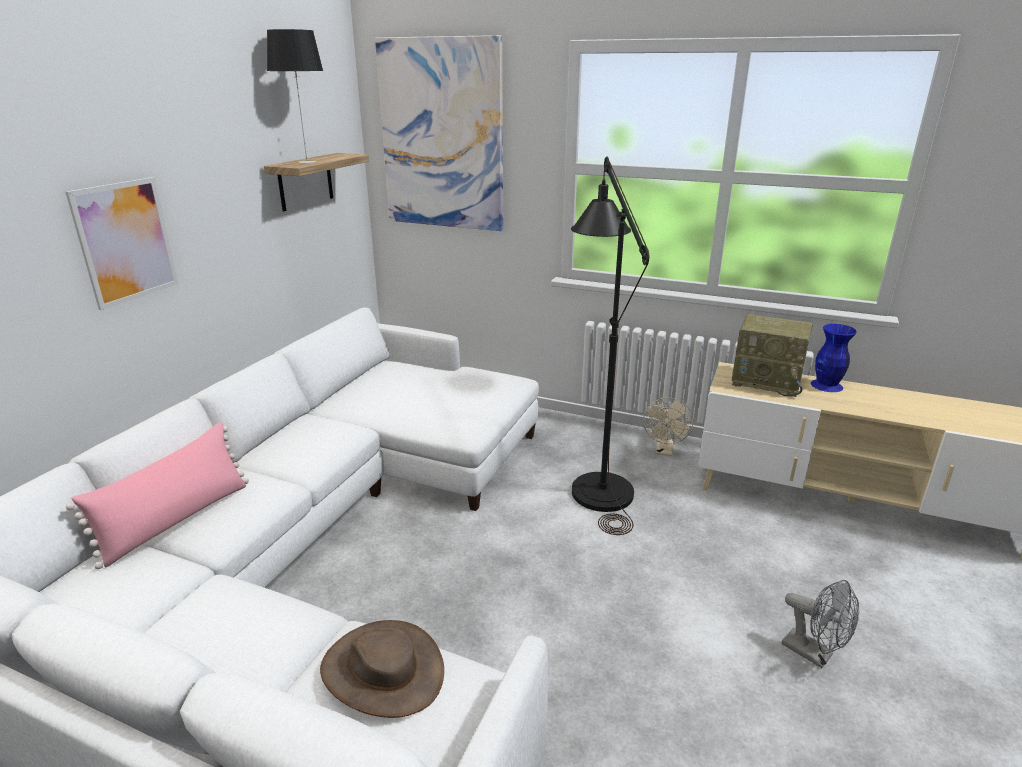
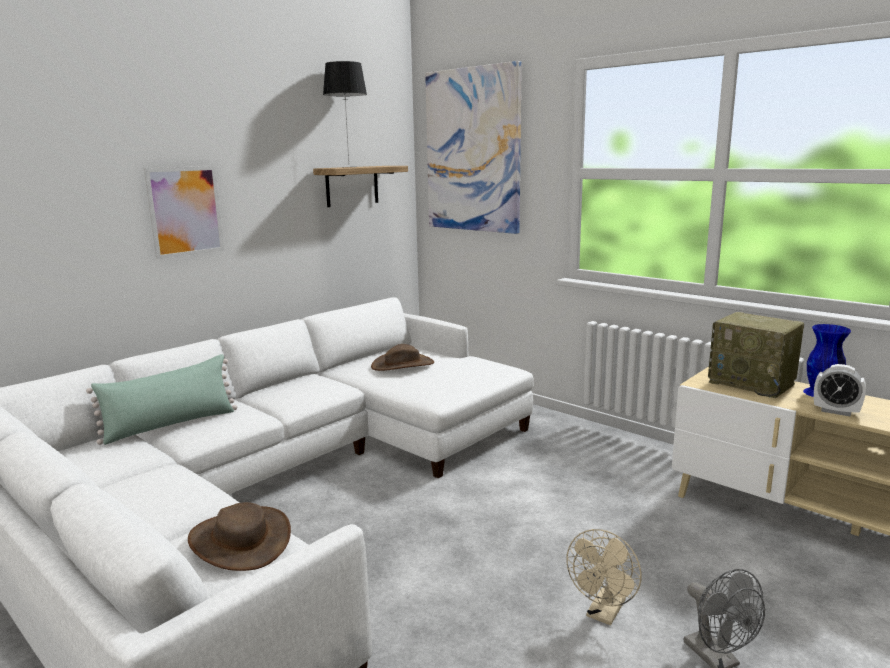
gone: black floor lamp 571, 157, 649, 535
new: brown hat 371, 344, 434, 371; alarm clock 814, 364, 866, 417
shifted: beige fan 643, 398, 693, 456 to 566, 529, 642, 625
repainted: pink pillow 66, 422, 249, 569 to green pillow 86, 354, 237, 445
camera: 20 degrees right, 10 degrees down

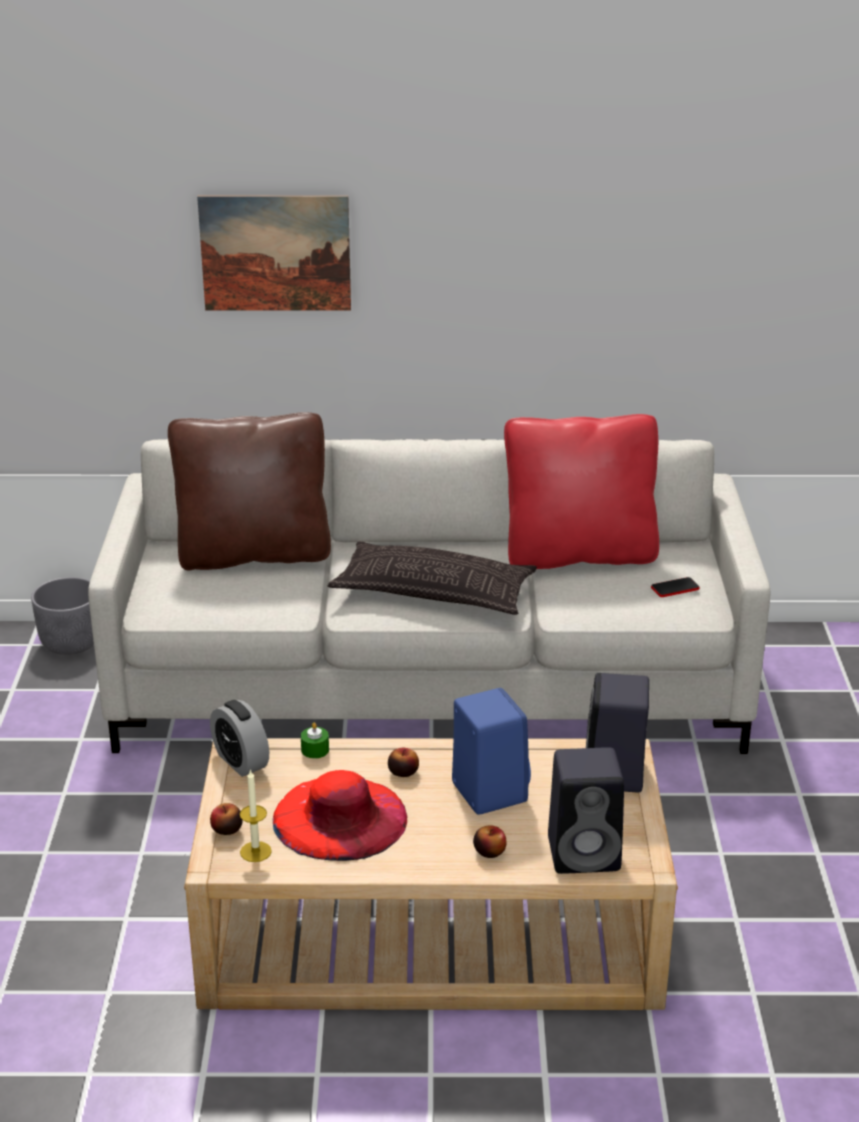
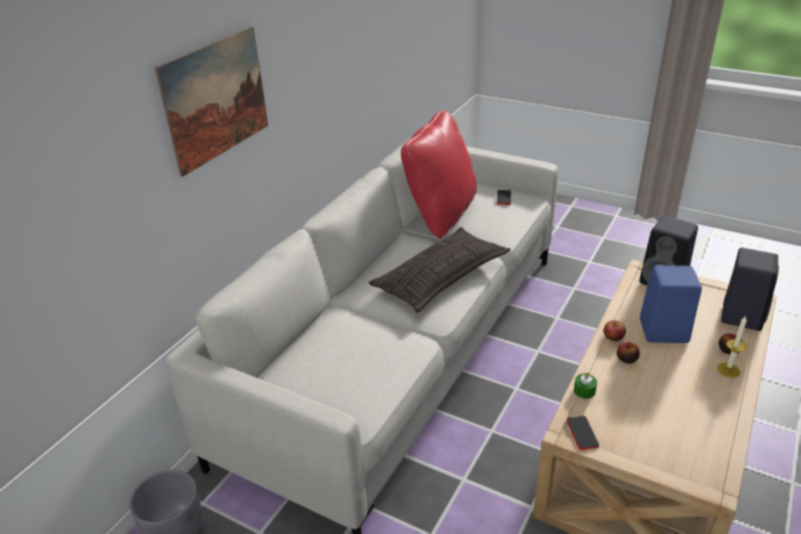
gone: brown pillow 168, 412, 331, 570; red hat 273, 770, 408, 861
shifted: candle 240, 769, 272, 862 to 717, 315, 747, 378; apple 210, 803, 242, 835 to 604, 320, 626, 341
swapped: alarm clock 210, 700, 269, 777 to phone 566, 416, 599, 450
camera: 60 degrees left, 5 degrees up

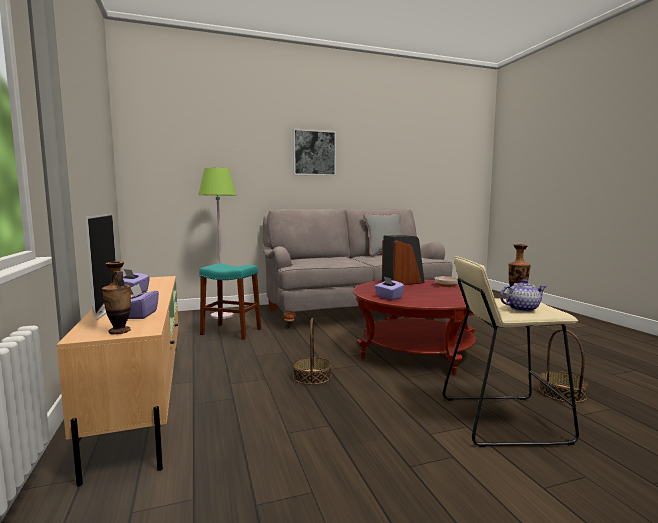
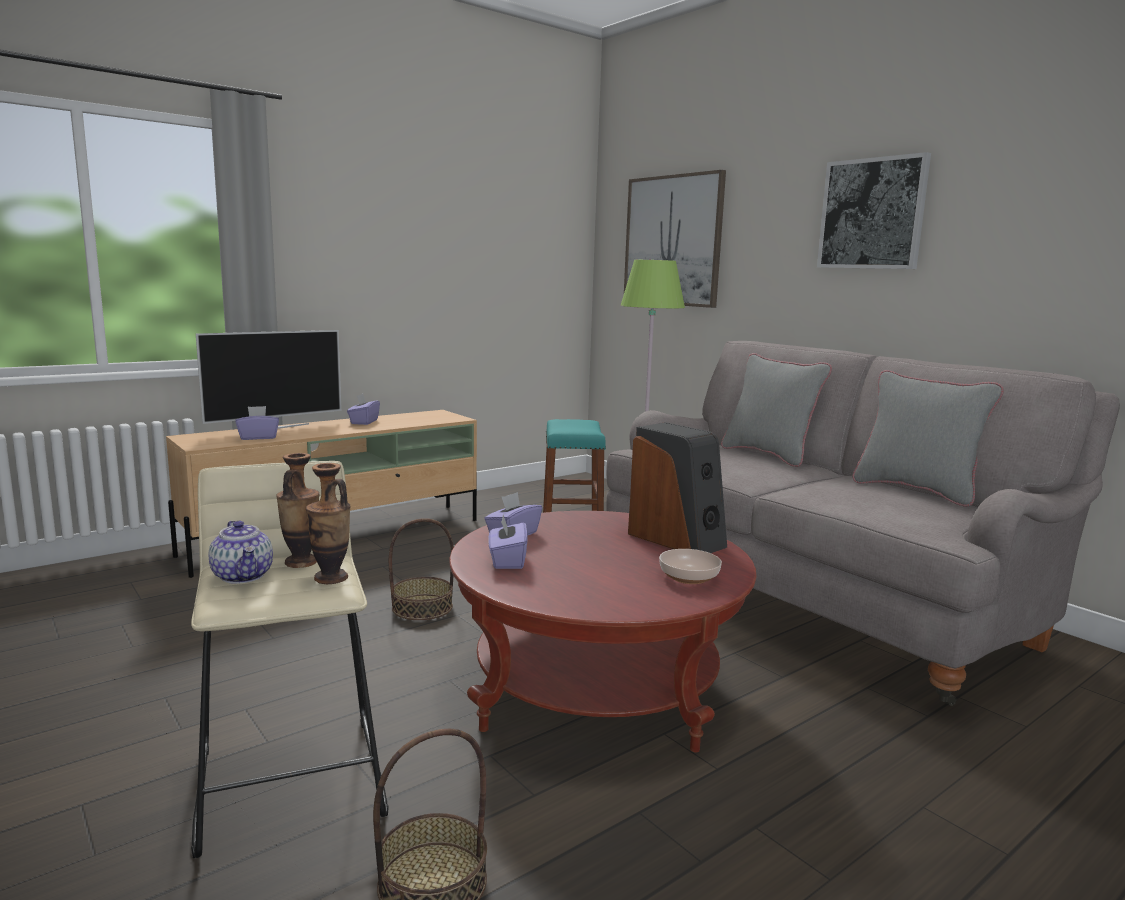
new: picture 624, 170, 726, 308; grey pillow 721, 353, 832, 467; purple tissue box 488, 515, 528, 569
shifted: vase 102, 261, 131, 334 to 276, 453, 319, 568
camera: 70 degrees right, 5 degrees up

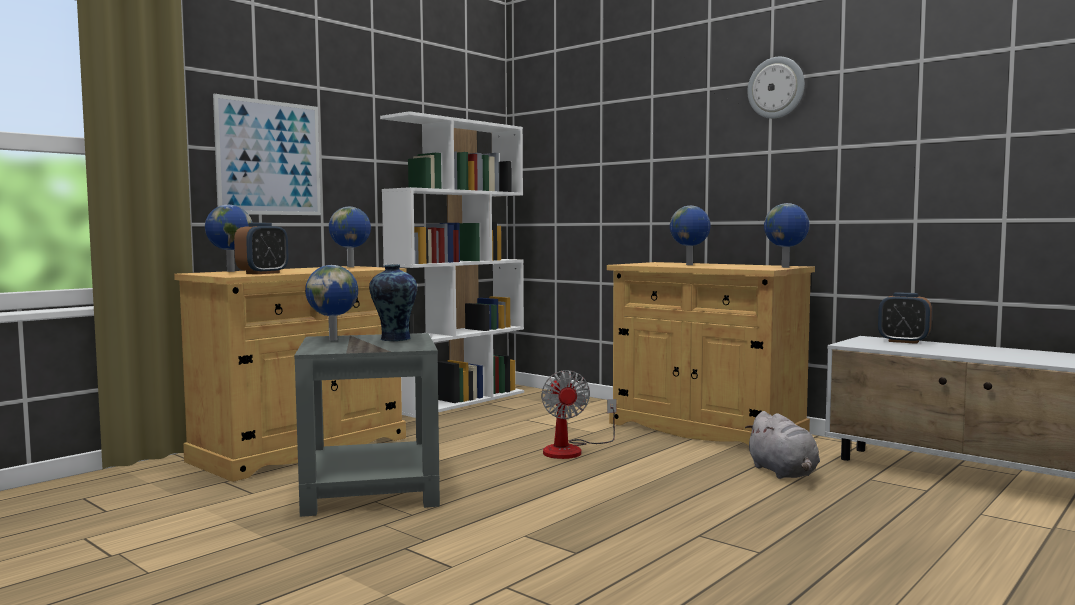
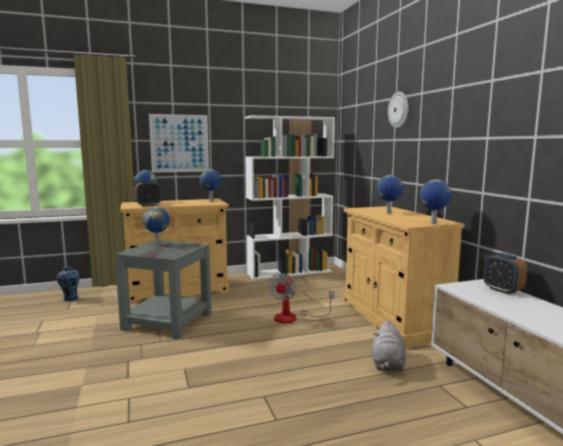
shifted: wall clock 747, 57, 805, 119 to 388, 91, 409, 128; vase 369, 264, 417, 341 to 56, 266, 80, 301
camera: 30 degrees right, 5 degrees up

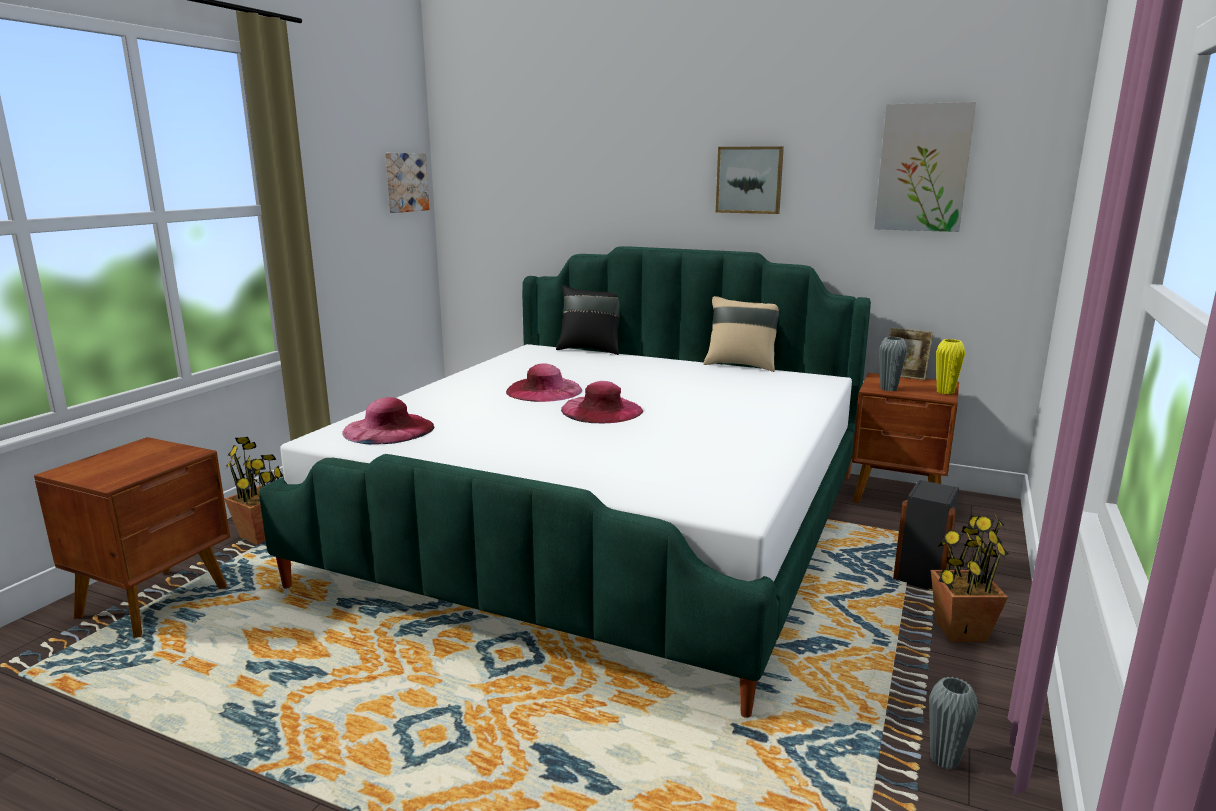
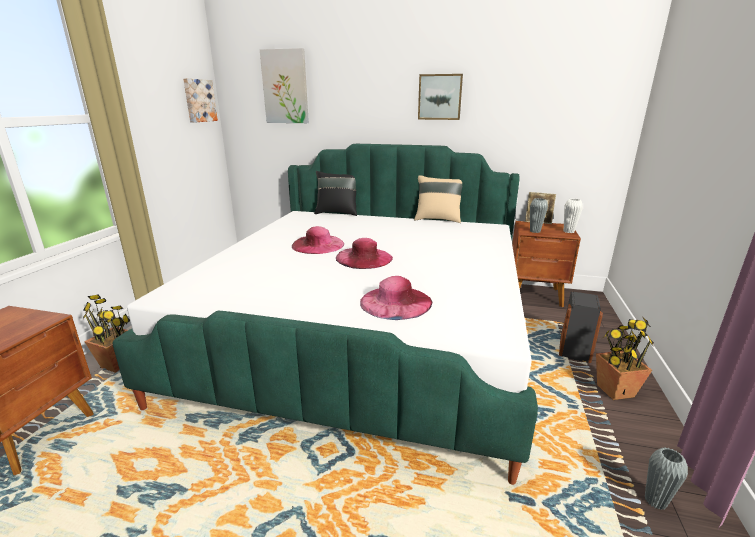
shifted: picture 874, 102, 976, 232 to 260, 48, 309, 123; pink hat 342, 397, 434, 444 to 360, 276, 433, 320
repainted: yellow vase 936, 339, 965, 394 to white vase 564, 198, 583, 233
camera: 10 degrees left, 5 degrees up

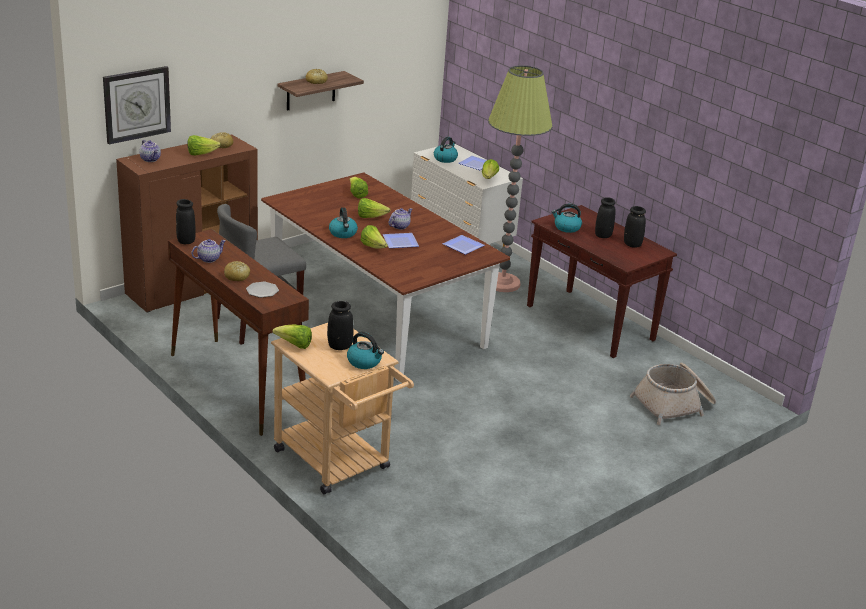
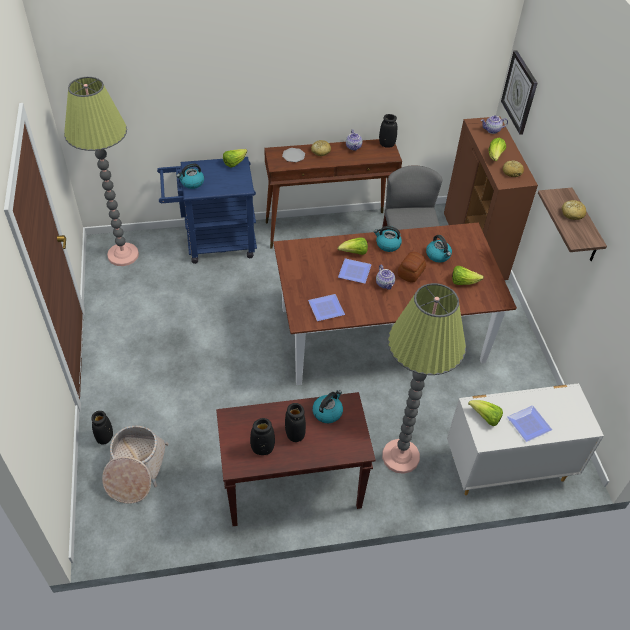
new: floor lamp 64, 77, 139, 266
shifted: kettle 434, 137, 458, 163 to 426, 235, 452, 262; black vase 327, 301, 354, 350 to 92, 411, 113, 444
swapped: lettuce 358, 198, 390, 218 to bread 398, 252, 426, 283
repainted: beige cart 271, 323, 414, 495 to blue cart 157, 157, 257, 264
camera: 120 degrees right, 20 degrees up

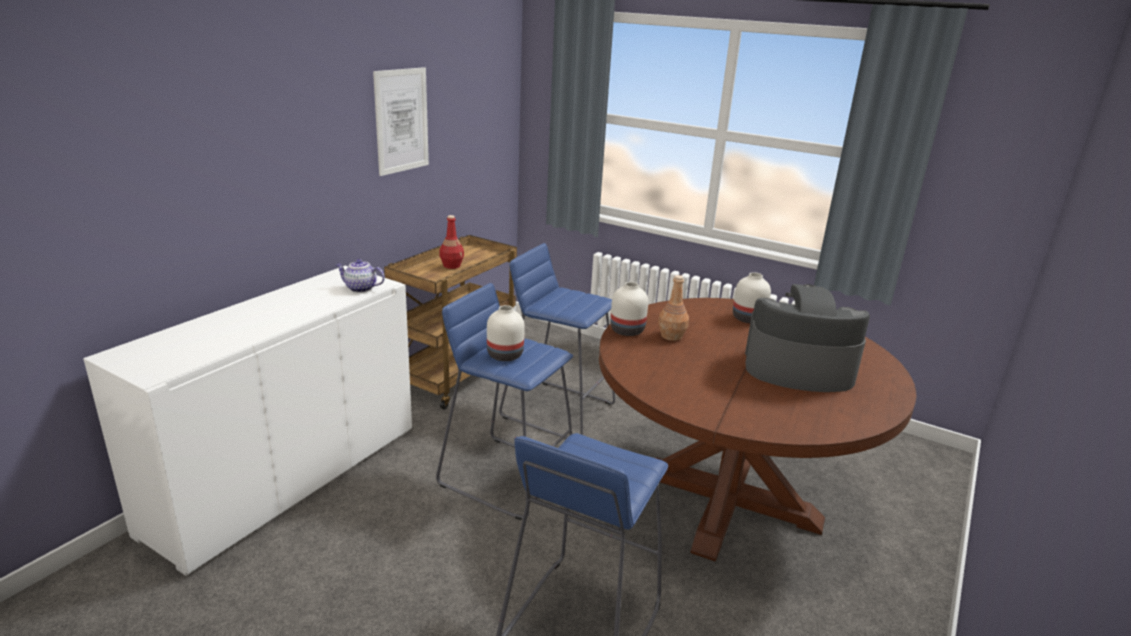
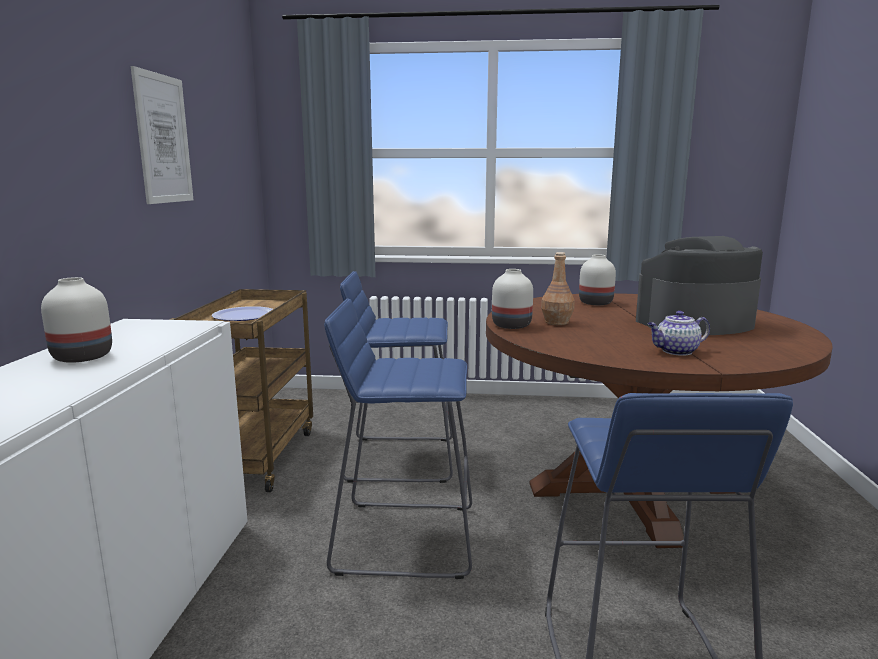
shifted: teapot 335, 259, 385, 293 to 648, 311, 710, 356; white vase 487, 305, 525, 361 to 41, 277, 112, 363
swapped: red bottle 440, 215, 464, 269 to plate 212, 306, 273, 321
camera: 25 degrees left, 10 degrees down

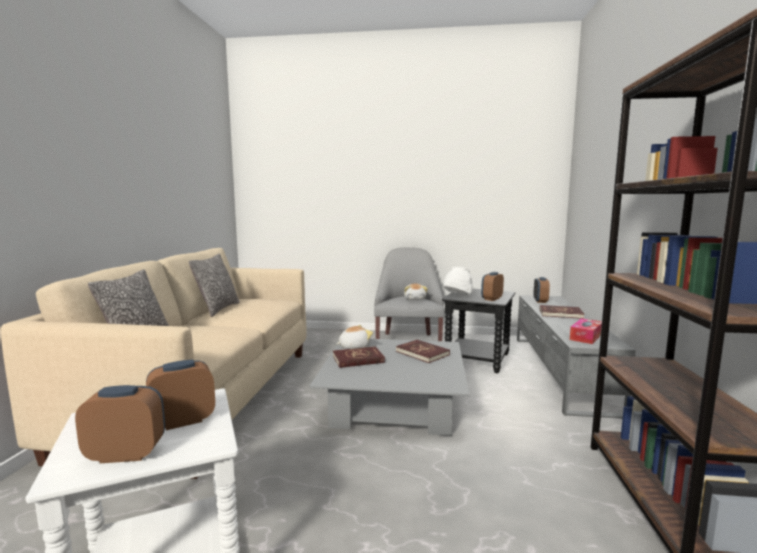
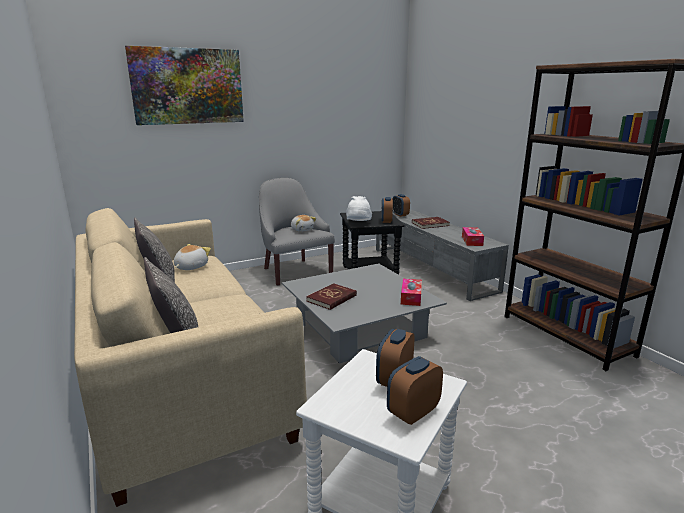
gone: red book 396, 340, 450, 363
new: picture 125, 46, 244, 125; tissue box 401, 279, 422, 306
shifted: plush toy 336, 325, 373, 349 to 174, 244, 211, 270
camera: 35 degrees left, 10 degrees up

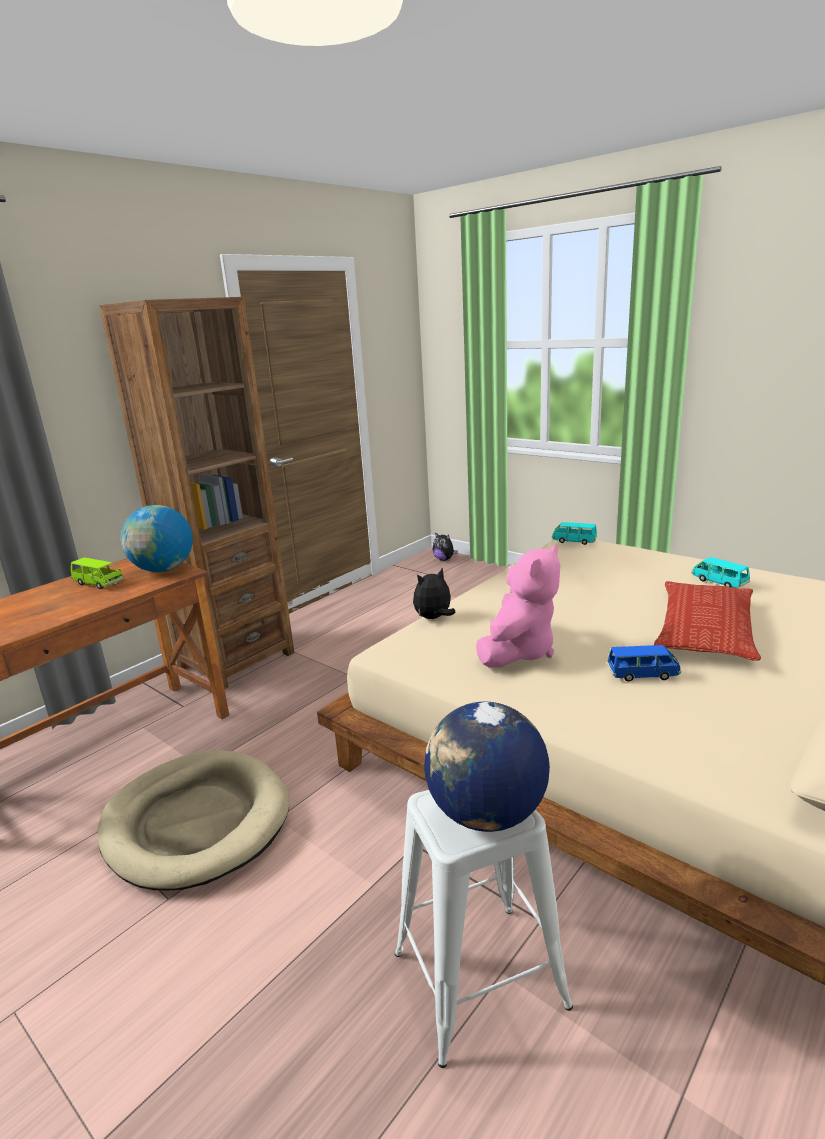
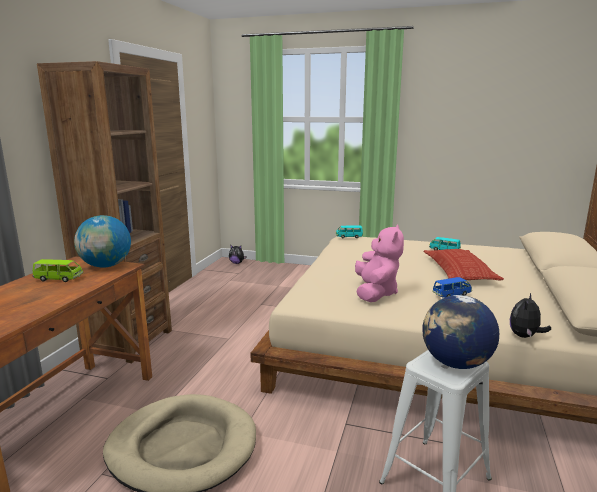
shifted: plush toy 413, 568, 455, 619 to 510, 293, 551, 338
camera: 25 degrees left, 5 degrees down

